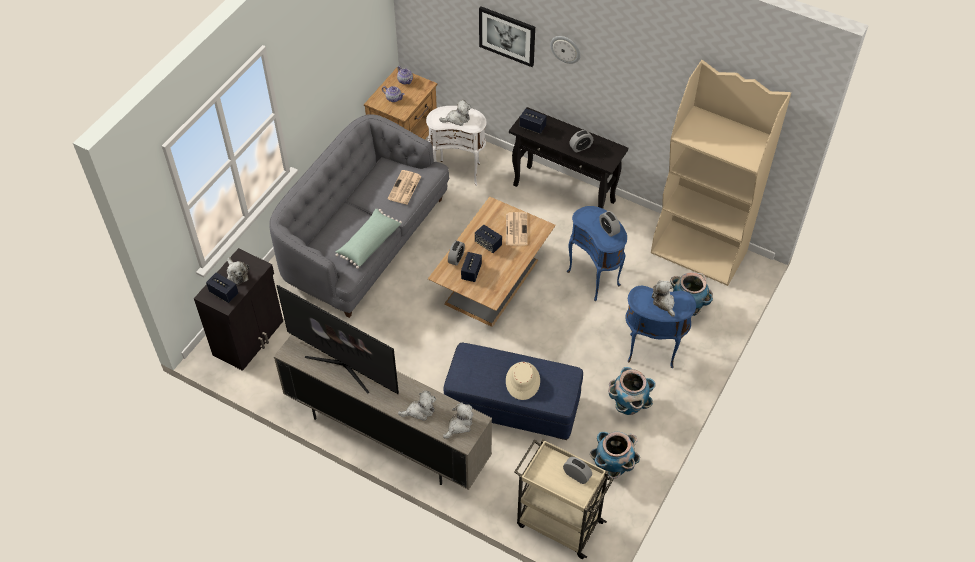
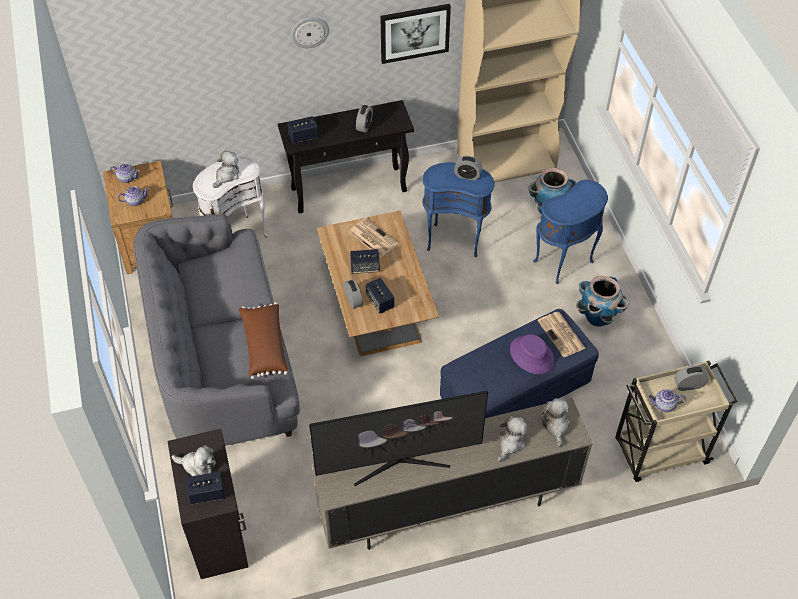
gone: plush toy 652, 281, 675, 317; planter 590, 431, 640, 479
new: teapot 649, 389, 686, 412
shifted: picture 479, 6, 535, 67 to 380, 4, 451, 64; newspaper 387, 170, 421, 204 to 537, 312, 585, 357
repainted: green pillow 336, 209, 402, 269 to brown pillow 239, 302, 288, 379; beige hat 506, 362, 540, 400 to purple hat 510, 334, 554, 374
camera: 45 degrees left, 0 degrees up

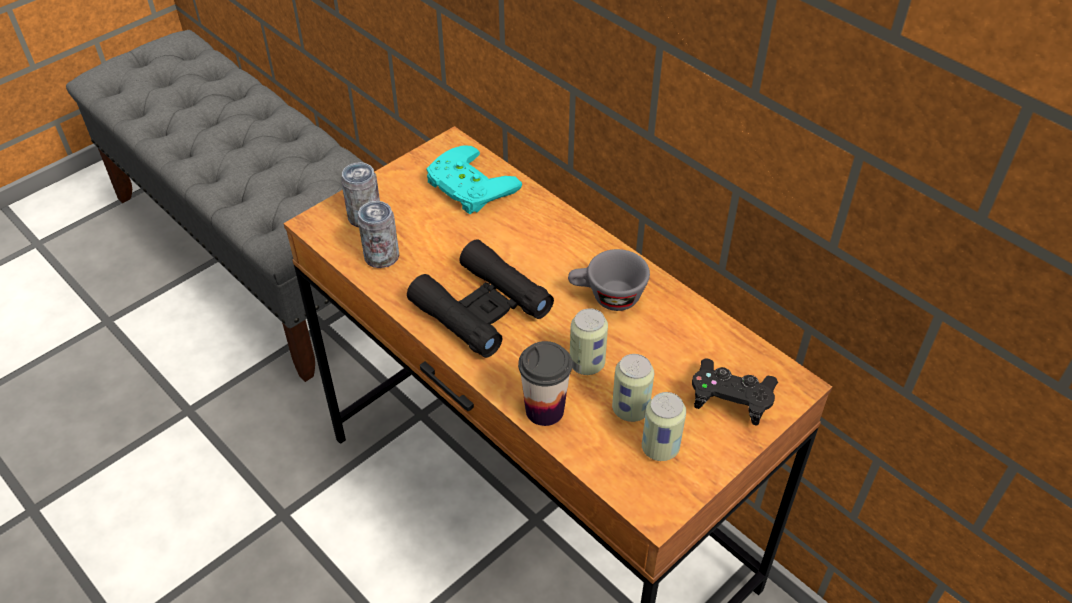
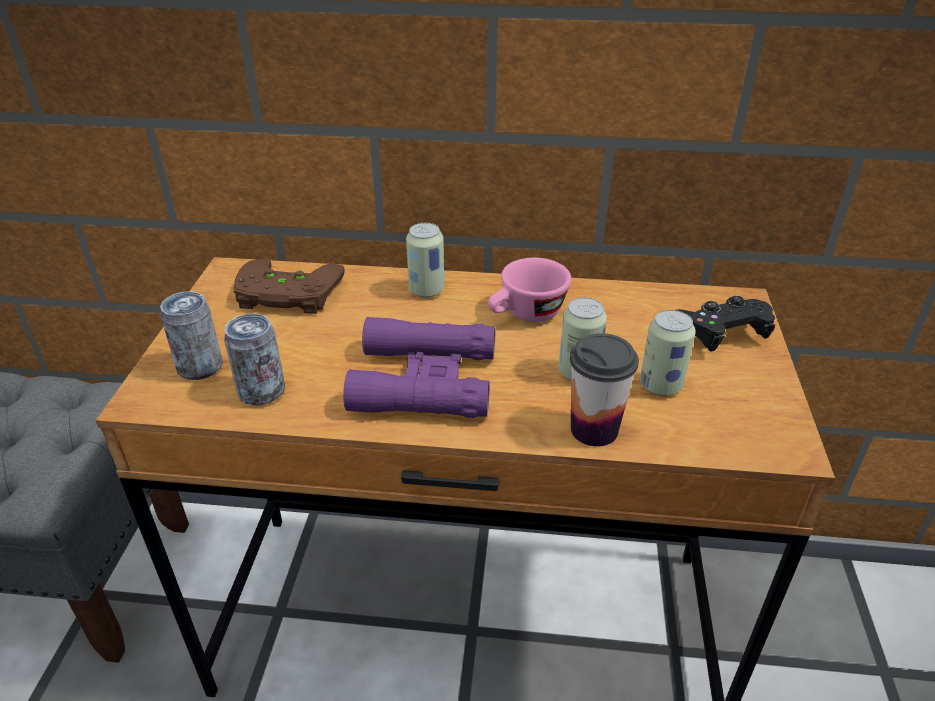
shifted: can 642, 392, 686, 461 to 406, 223, 444, 298
repainted: turquoise game controller 426, 145, 522, 214 to brown game controller 234, 259, 345, 314; black binoculars 407, 240, 554, 358 to purple binoculars 343, 317, 495, 418; grey cup 568, 249, 650, 311 to pink cup 488, 258, 571, 322
camera: 40 degrees left, 10 degrees down

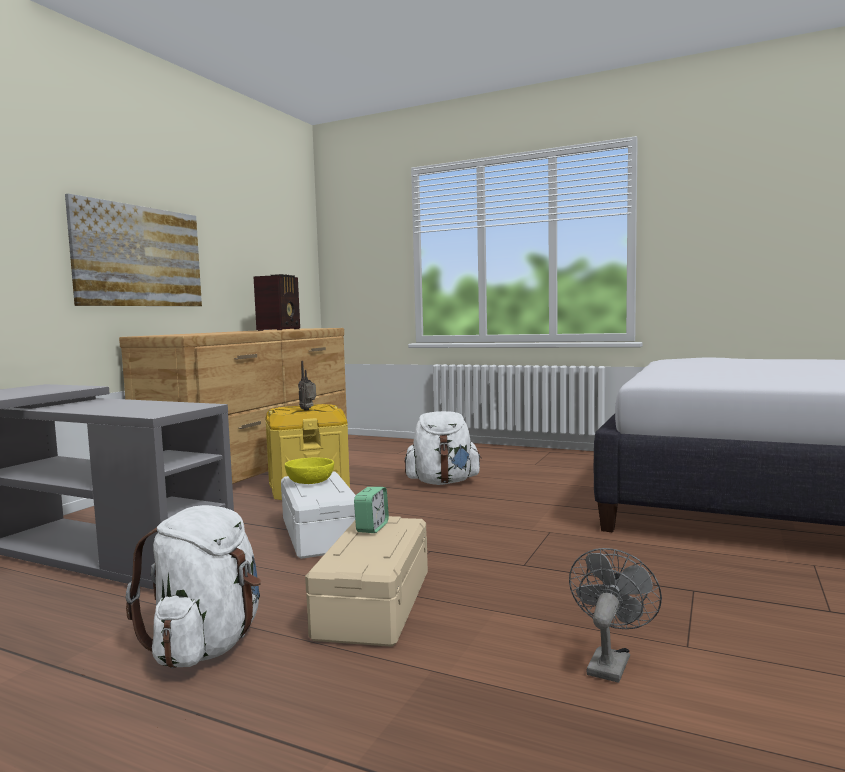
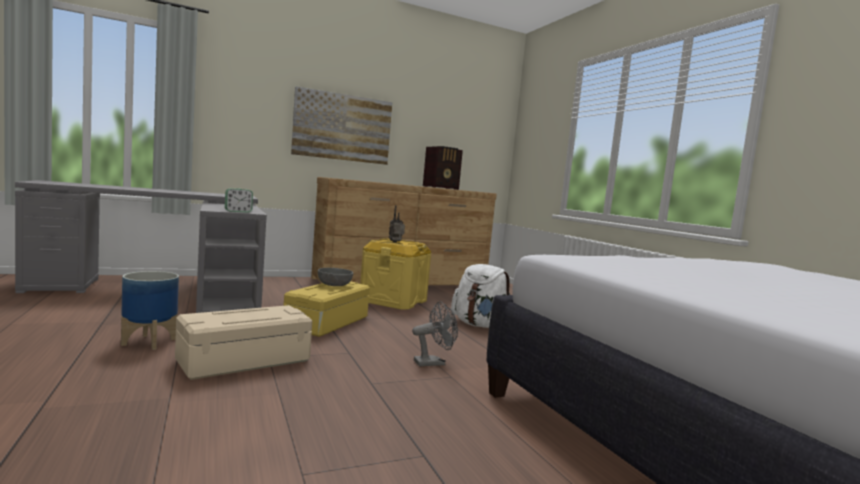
shifted: alarm clock 354, 487, 389, 533 to 225, 189, 253, 213; grey fan 569, 548, 662, 683 to 412, 301, 458, 366
swapped: white backpack 126, 505, 261, 668 to planter 121, 271, 179, 350
repainted: yellow bowl 285, 458, 334, 484 to grey bowl 318, 268, 353, 286; white storage box 281, 471, 356, 559 to yellow storage box 283, 281, 370, 337
camera: 40 degrees right, 0 degrees up

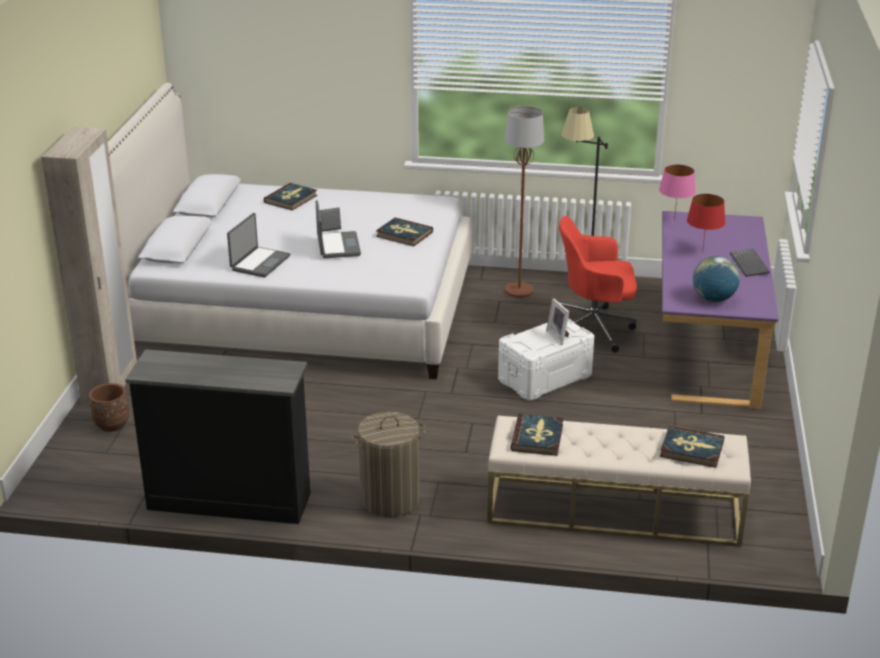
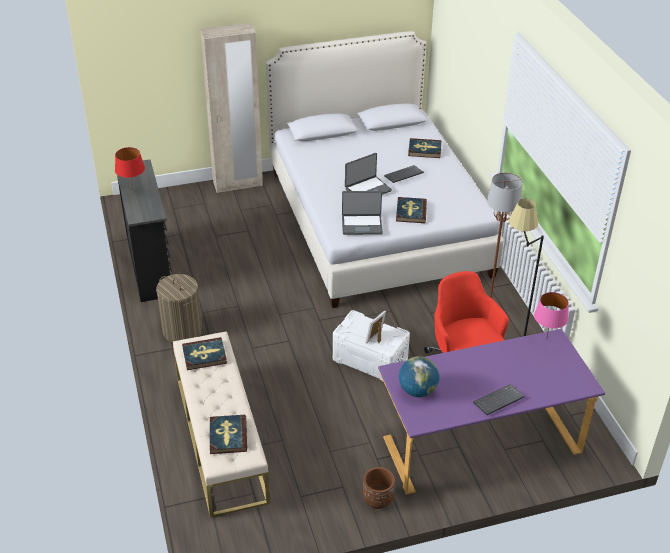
shifted: red table lamp 687, 194, 725, 253 to 115, 147, 145, 188; laptop 227, 213, 290, 278 to 342, 191, 383, 235; brown planter 89, 383, 129, 432 to 363, 467, 395, 509
camera: 65 degrees right, 10 degrees up

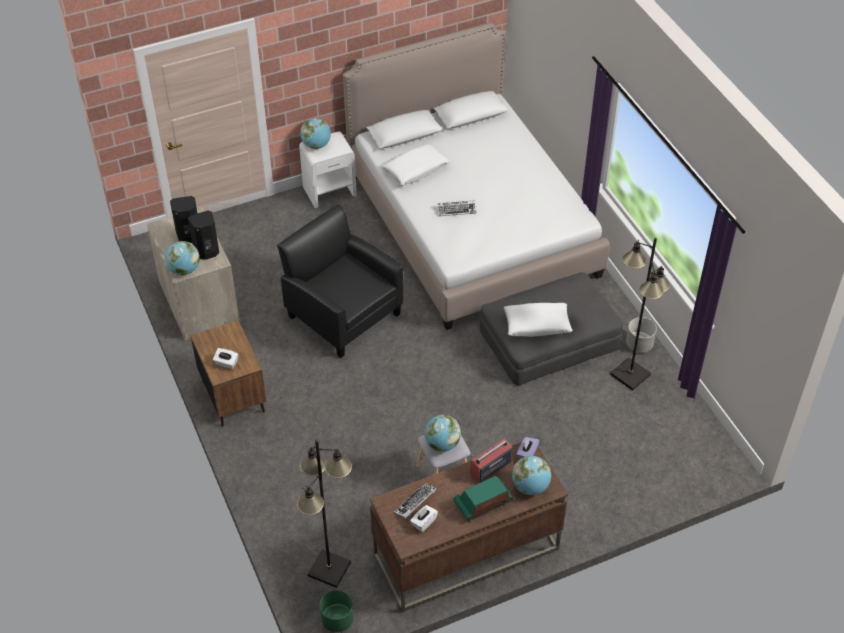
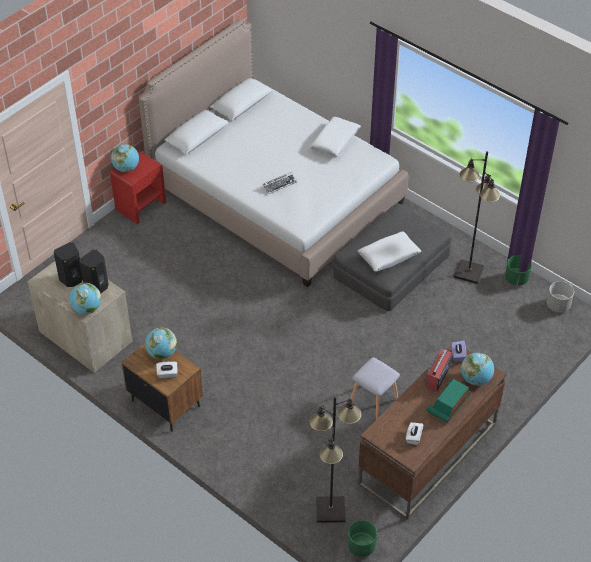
gone: black armchair 277, 204, 403, 358; keyboard 394, 483, 437, 518
new: green planter 505, 255, 532, 286
shifted: white pillow 381, 144, 450, 186 to 309, 117, 361, 157; grey planter 626, 317, 657, 352 to 547, 281, 574, 312; globe 424, 415, 461, 452 to 145, 327, 177, 360
repainted: white nightstand 299, 131, 357, 208 to red nightstand 110, 151, 166, 224
camera: 25 degrees left, 0 degrees up

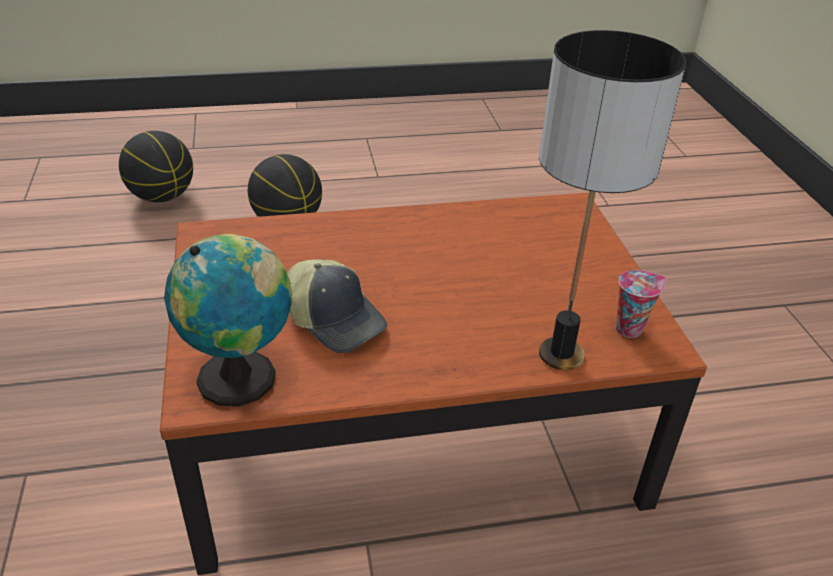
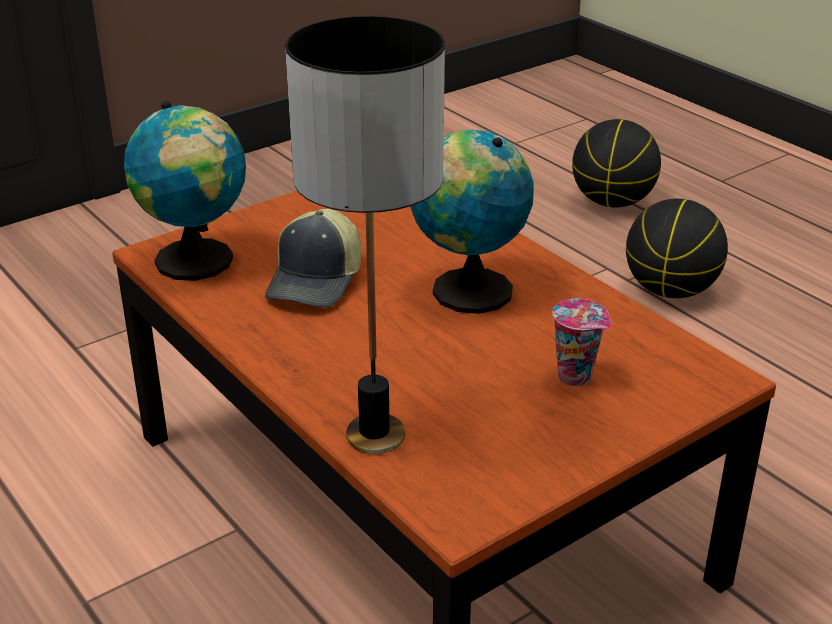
new: globe 410, 130, 534, 314
shifted: cup 616, 270, 666, 338 to 552, 299, 612, 386
camera: 65 degrees right, 5 degrees down

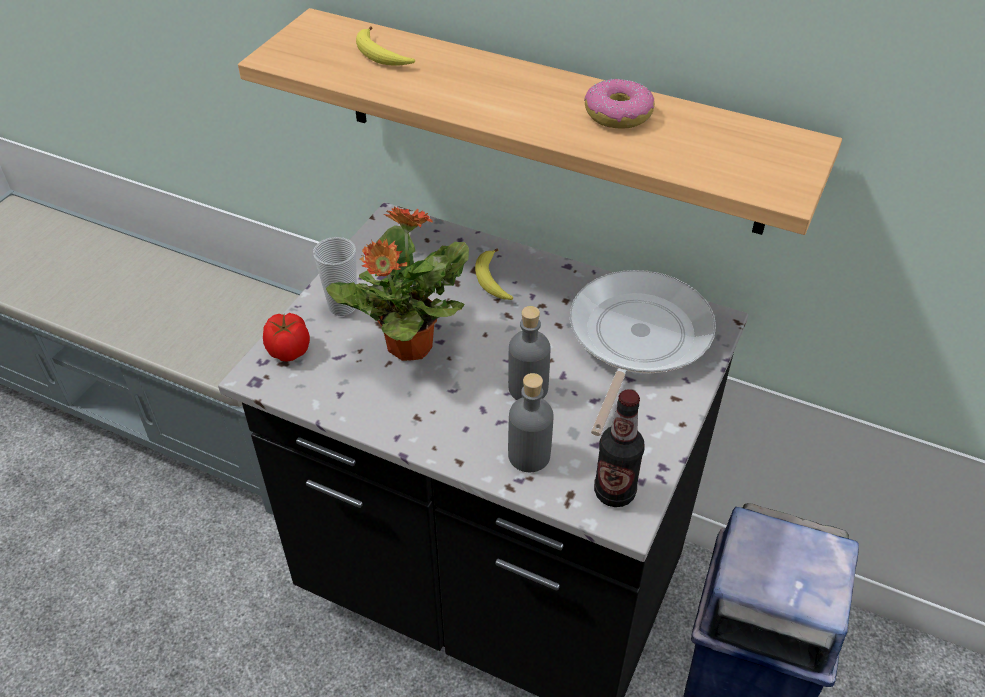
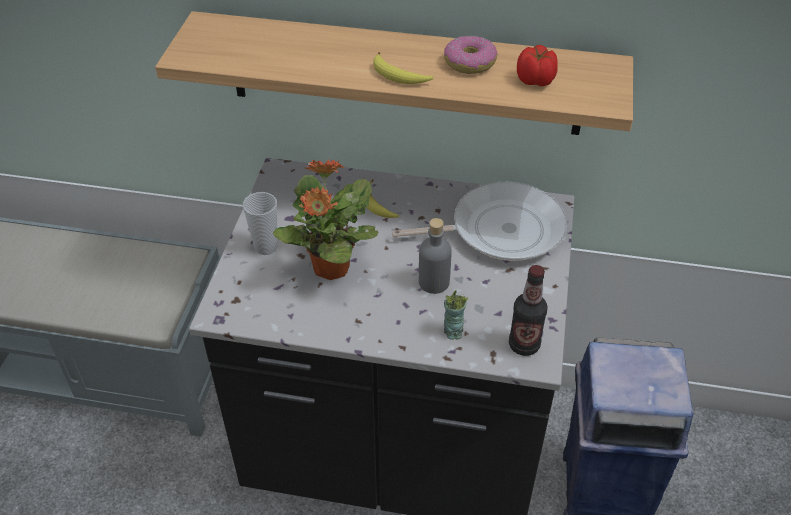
shifted: banana 356, 26, 415, 66 to 373, 52, 434, 84; tomato 263, 313, 310, 362 to 517, 45, 558, 86
swapped: grey bottle 508, 373, 554, 472 to cup 444, 290, 469, 340
rotated: frying pan 570, 270, 716, 436 = 392, 182, 567, 261 75 degrees clockwise
camera: 15 degrees left, 0 degrees up

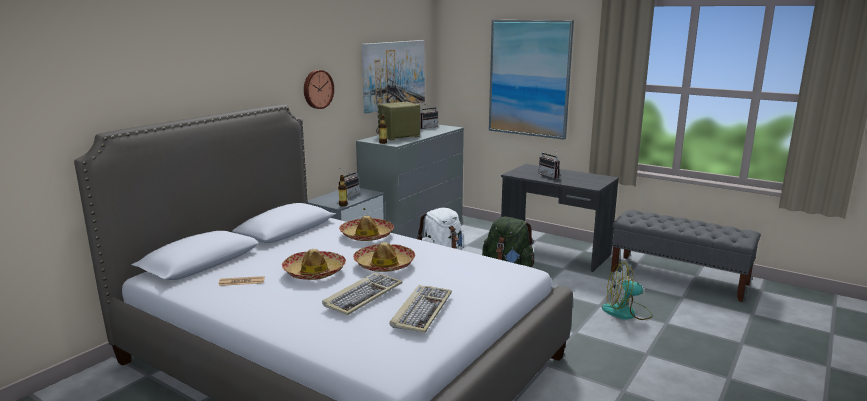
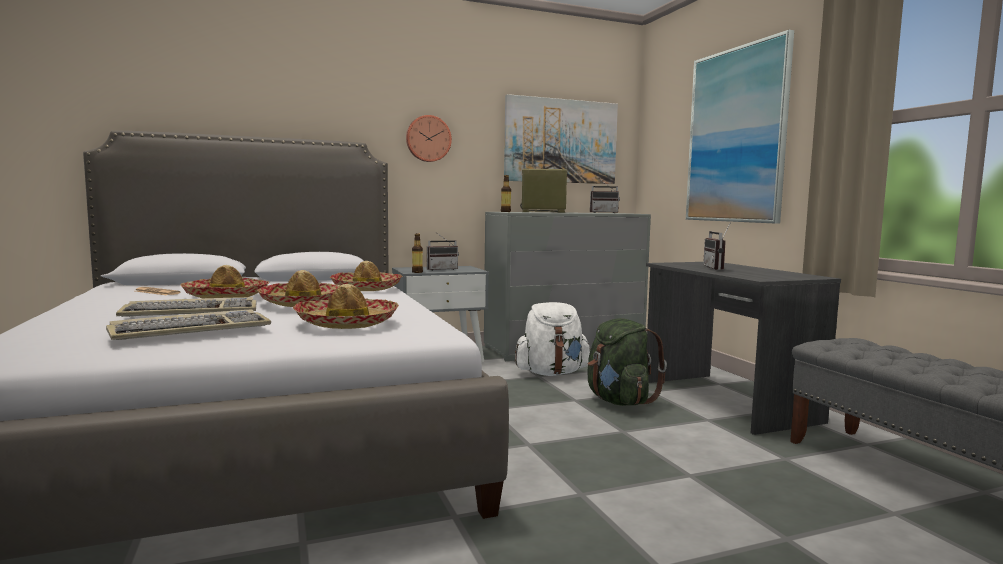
gone: fan 602, 262, 653, 320
new: hat 293, 284, 399, 329
camera: 35 degrees right, 10 degrees down

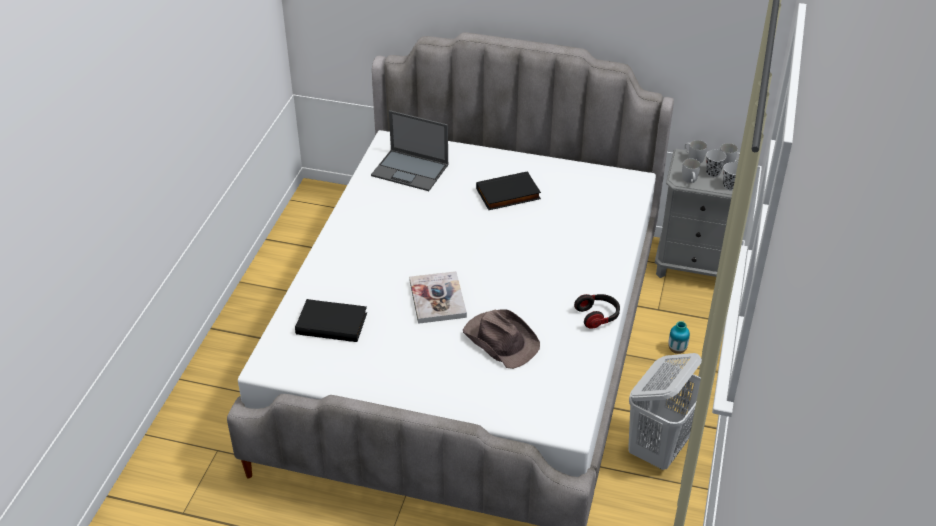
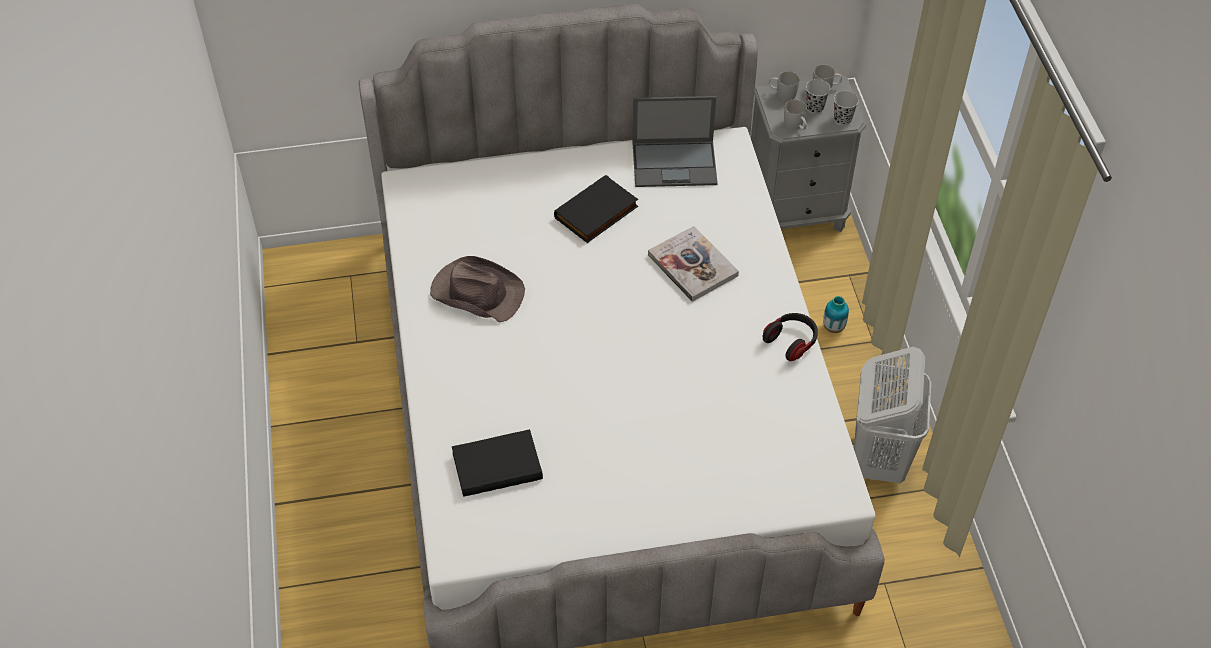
shifted: laptop 371, 110, 449, 191 to 633, 96, 718, 187; book 409, 271, 467, 324 to 648, 226, 739, 302; brown hat 463, 309, 540, 369 to 430, 256, 525, 323
camera: 25 degrees left, 10 degrees up

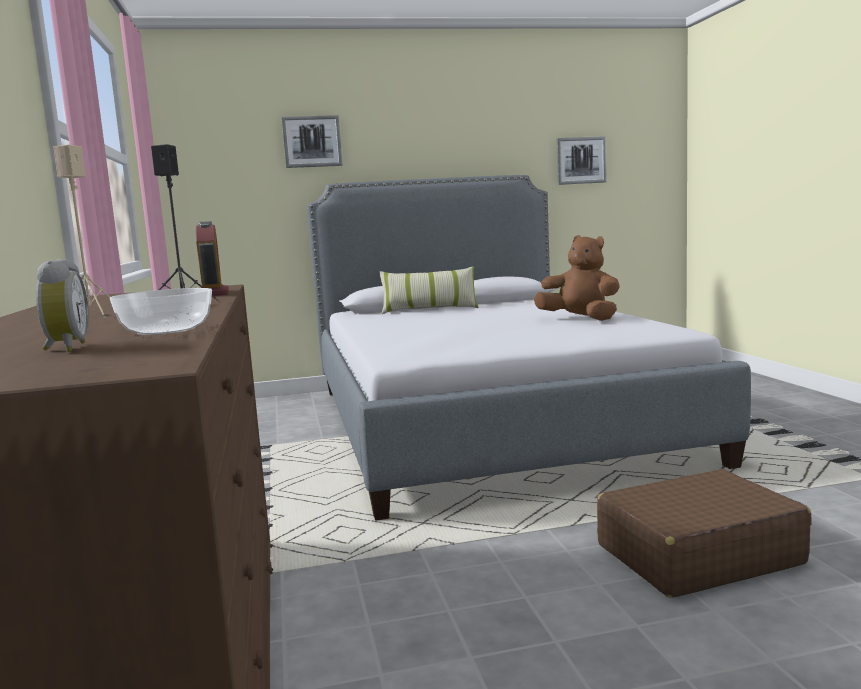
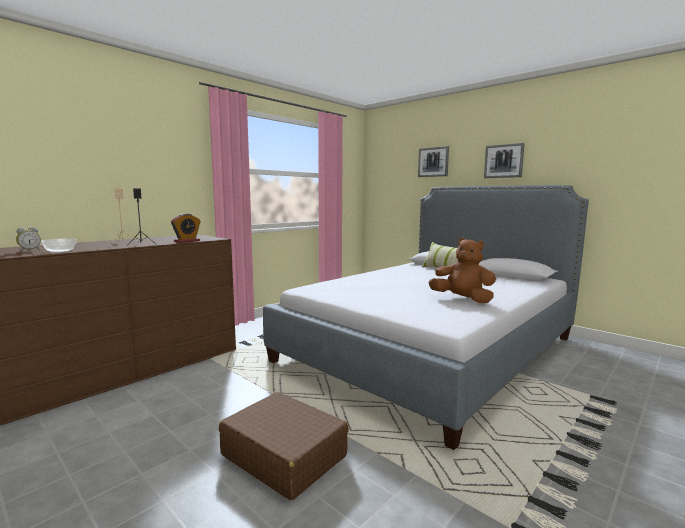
shifted: picture 556, 136, 607, 185 to 484, 143, 525, 178
rotated: brown plush toy 534, 235, 620, 321 = 428, 238, 496, 303 60 degrees counterclockwise
camera: 55 degrees right, 0 degrees up

